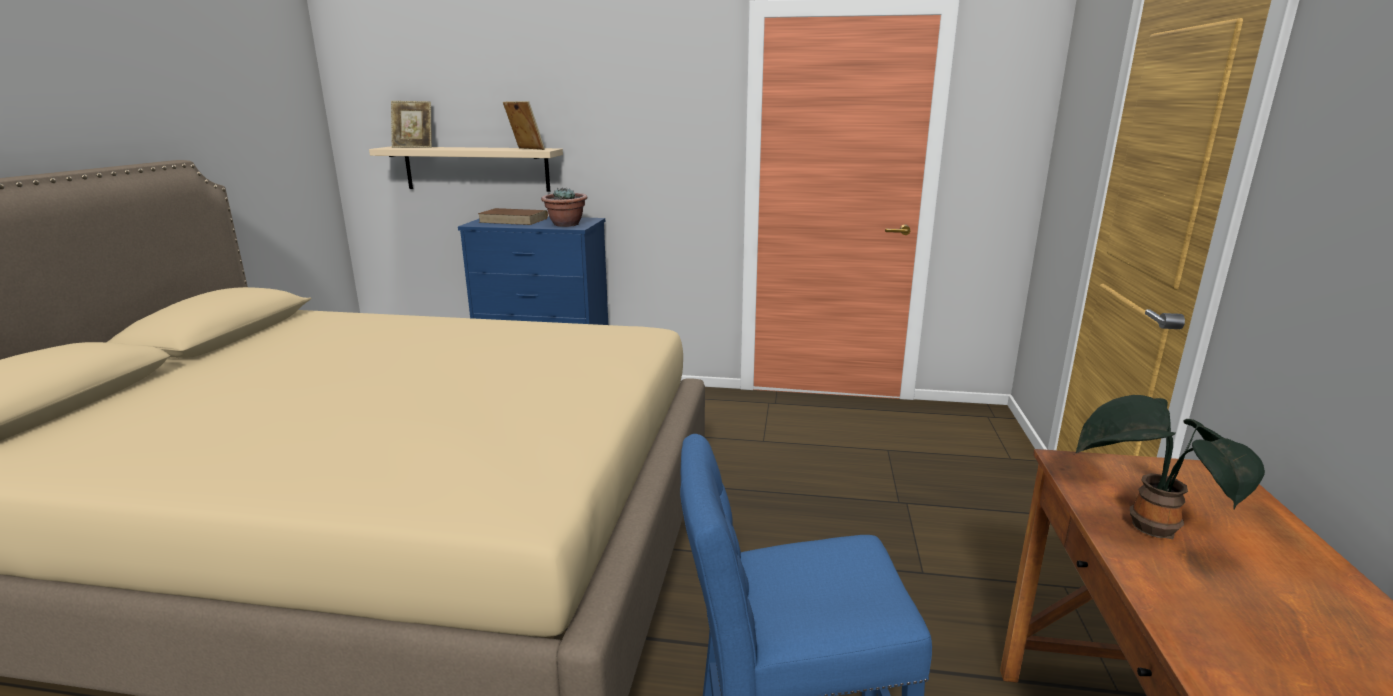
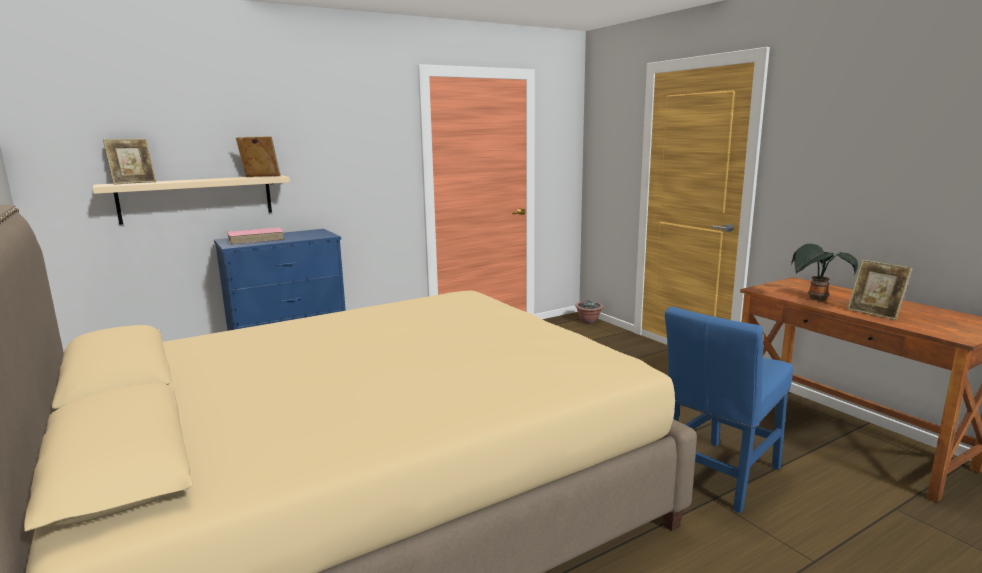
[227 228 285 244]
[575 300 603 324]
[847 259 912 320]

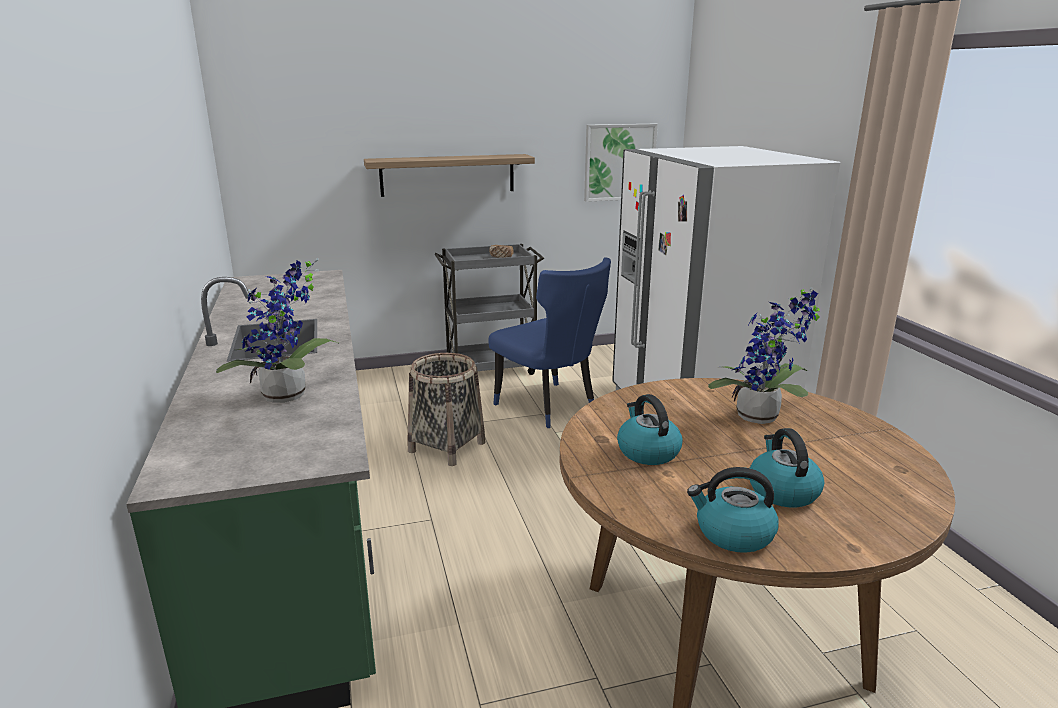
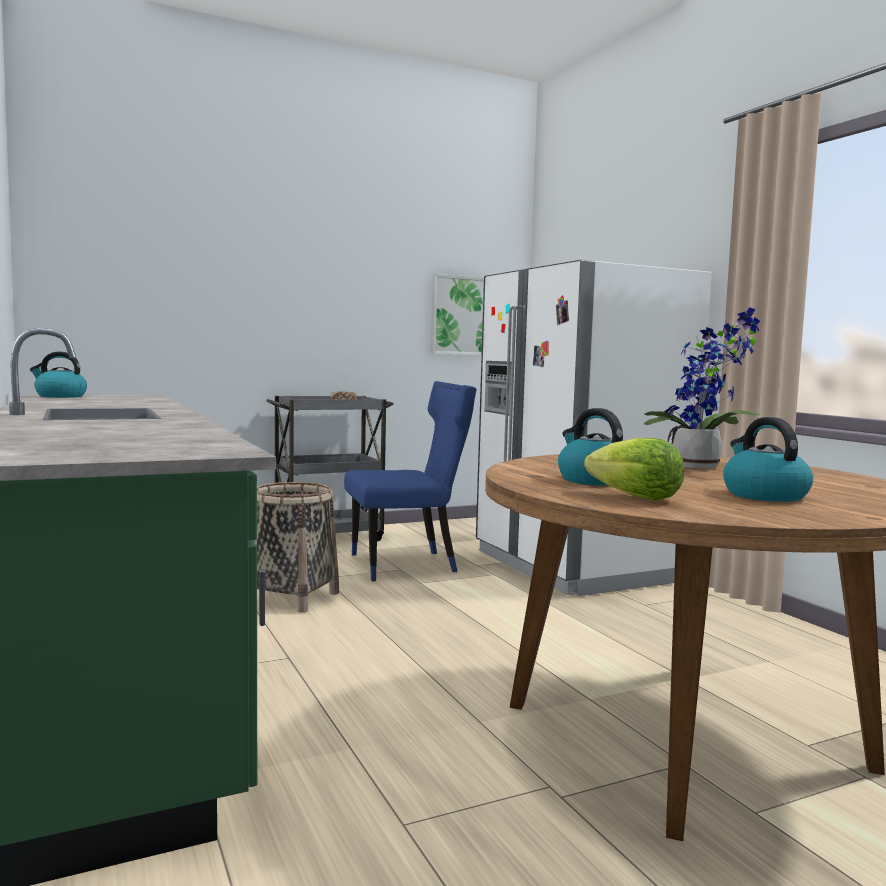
[30 352 87 398]
[344 381 477 581]
[584 438 684 501]
[216 258 340 403] (first image)
[364 154 535 197] (first image)

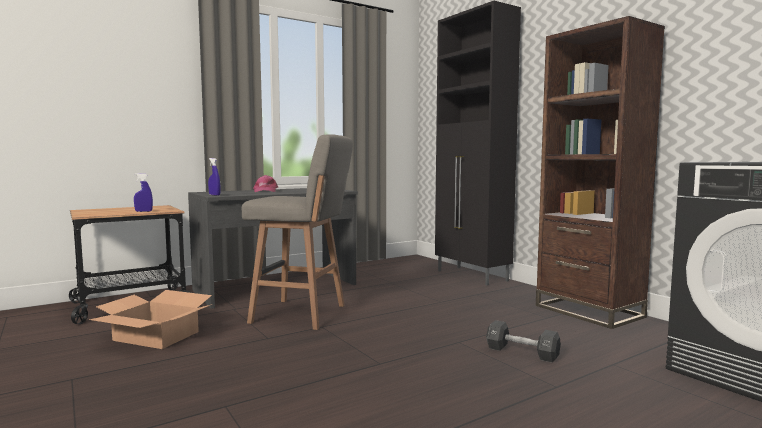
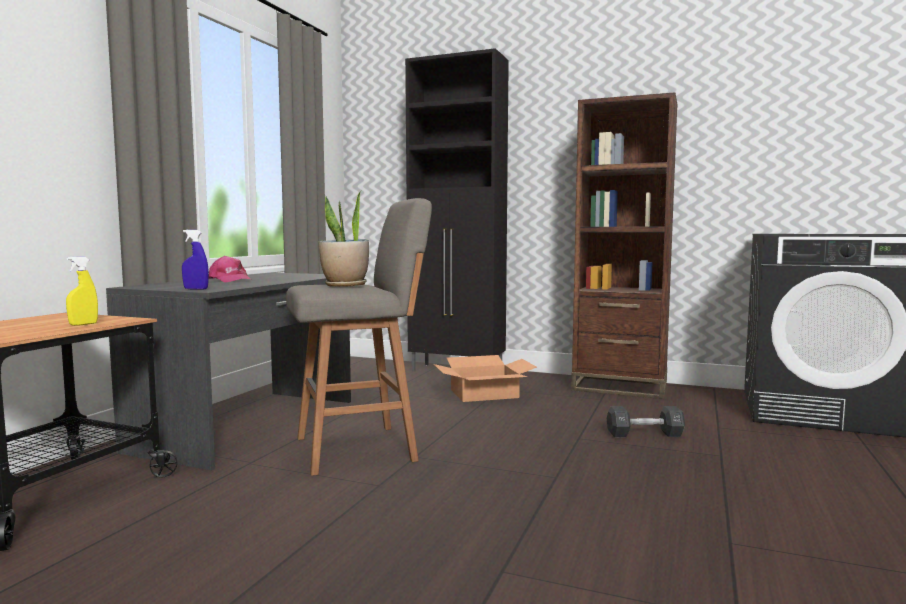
[66 257 98 326]
[318 190 369 287]
[434 355 537 402]

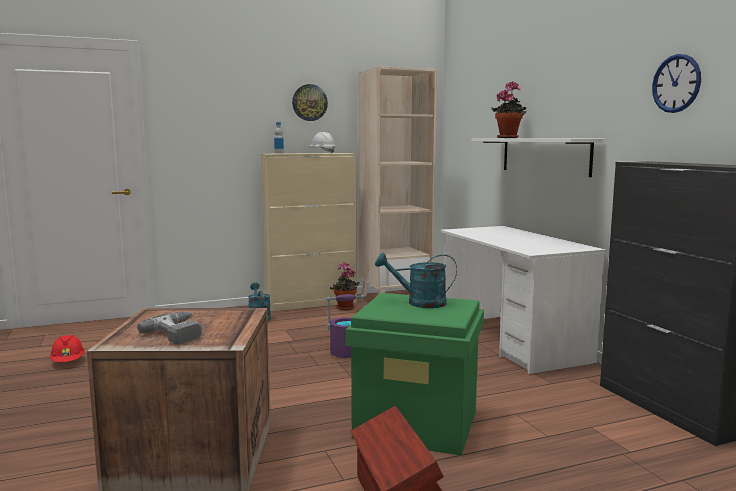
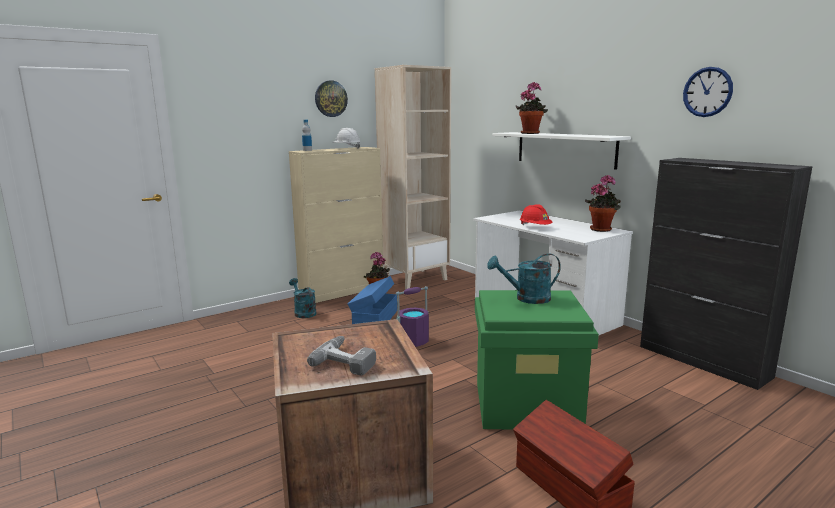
[348 276 397 324]
[520 204 553 225]
[585 175 621 232]

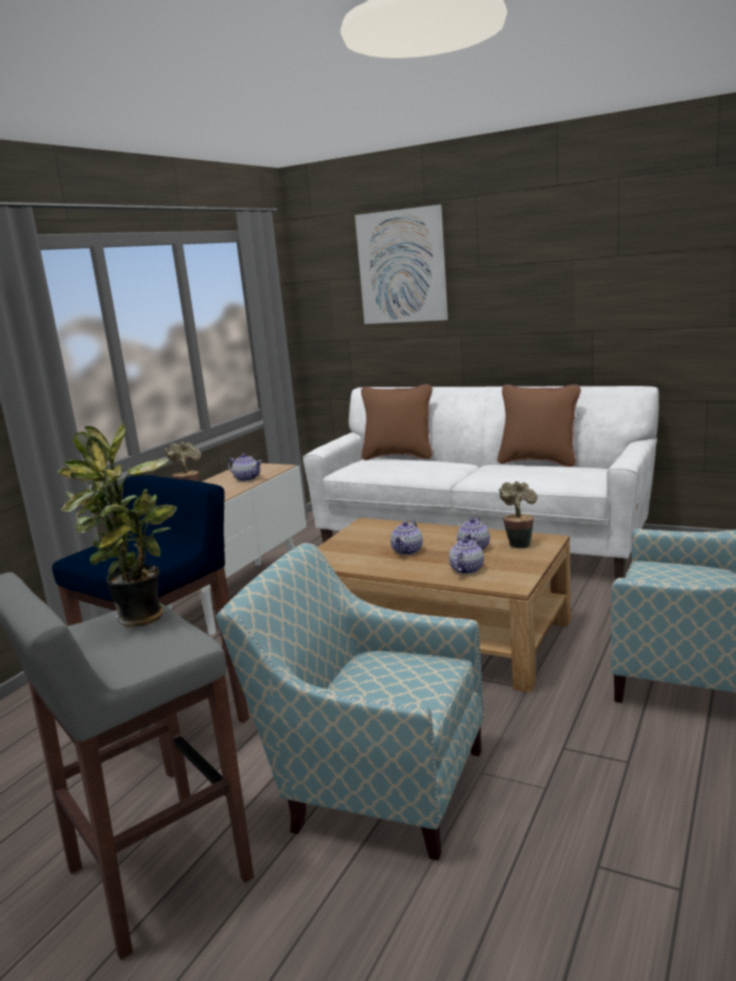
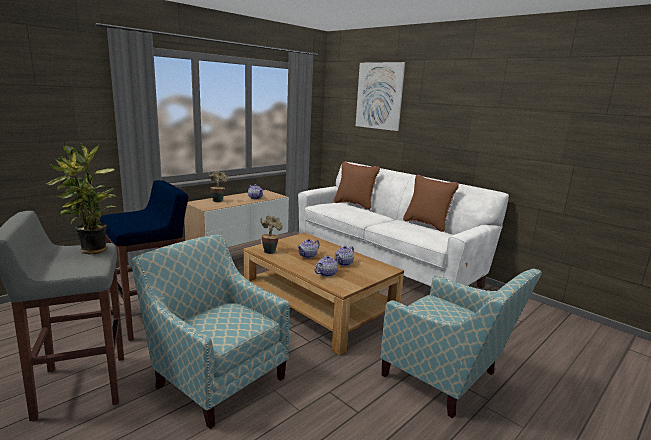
[260 215 283 254]

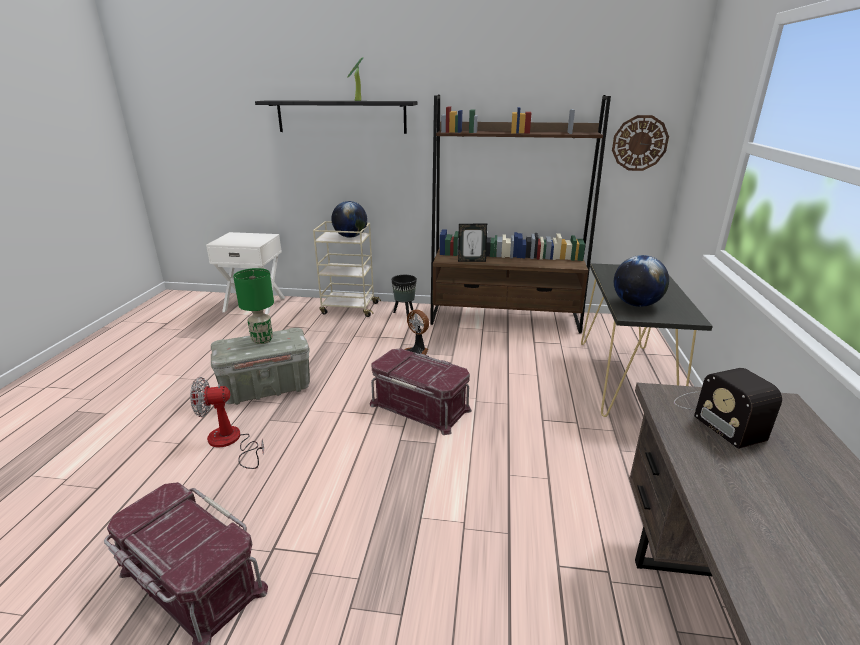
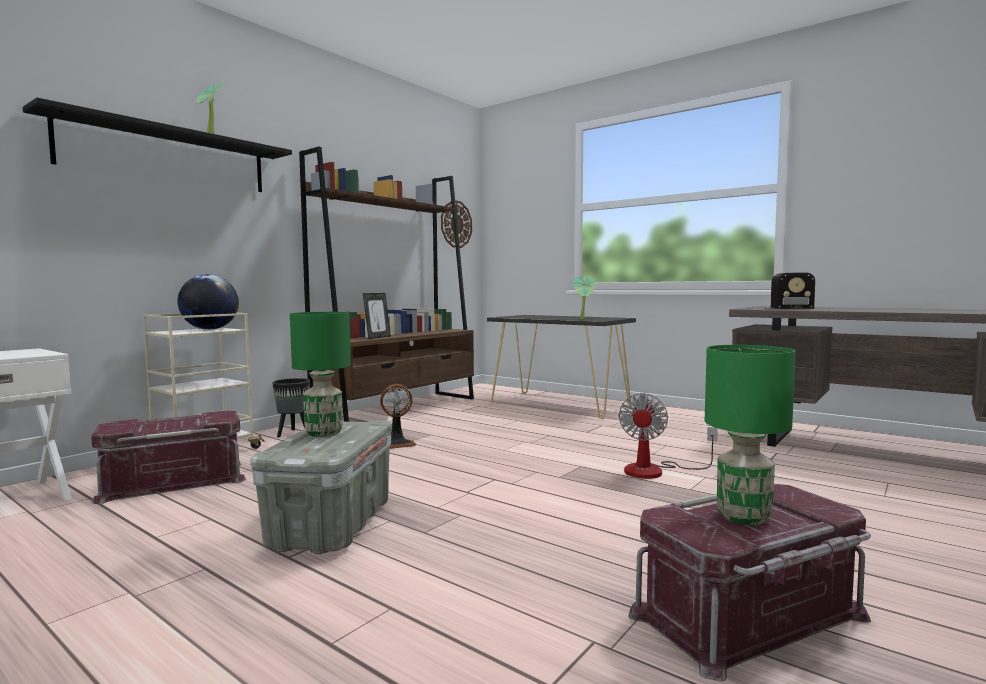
[91 410 246 504]
[573 277 595 319]
[618 393 718 479]
[705 345 796 525]

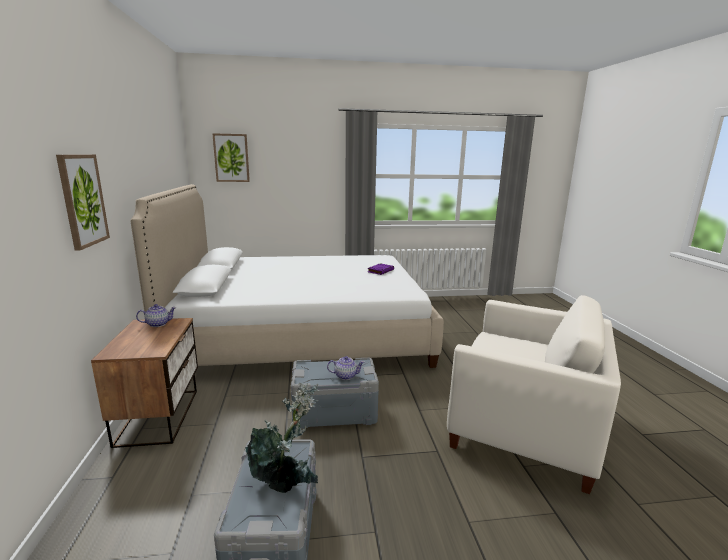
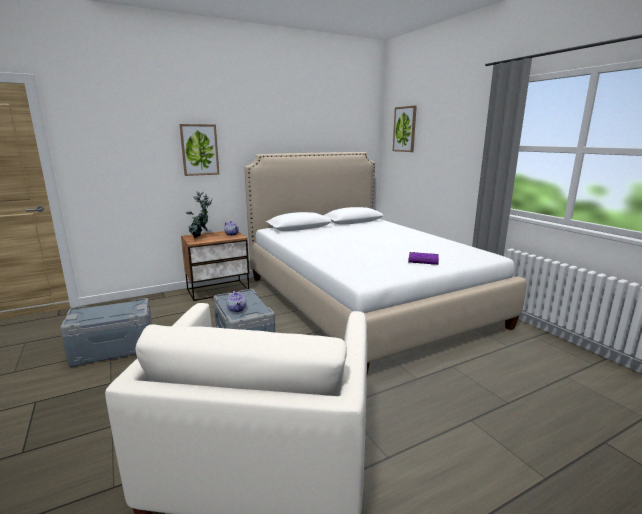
[186 191 213 238]

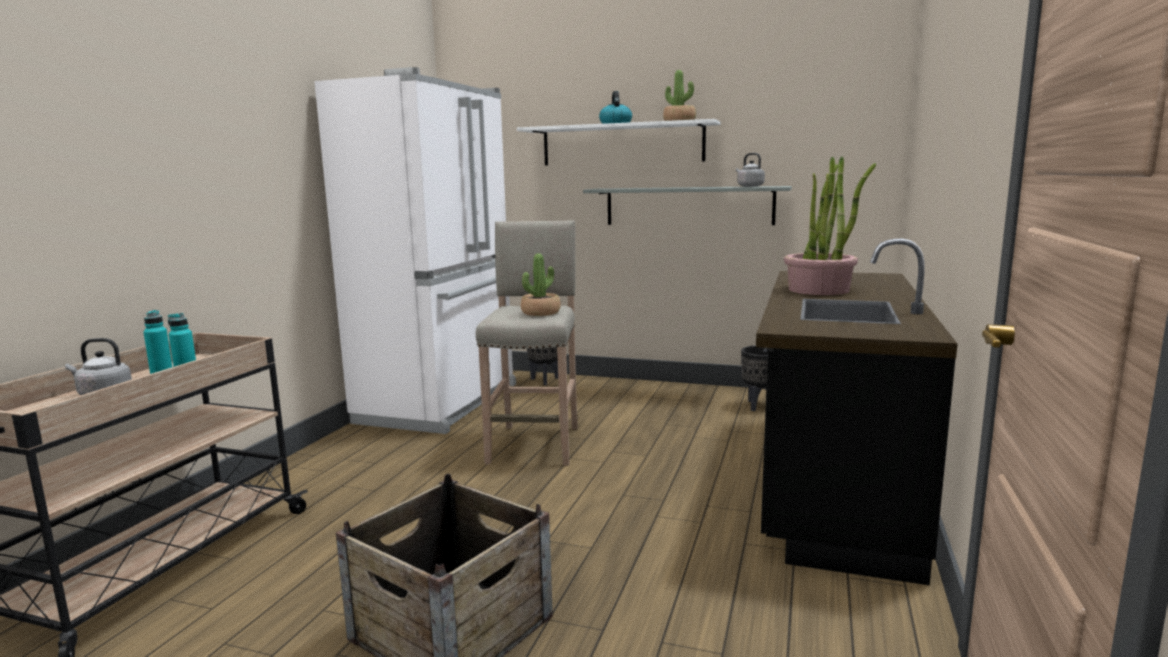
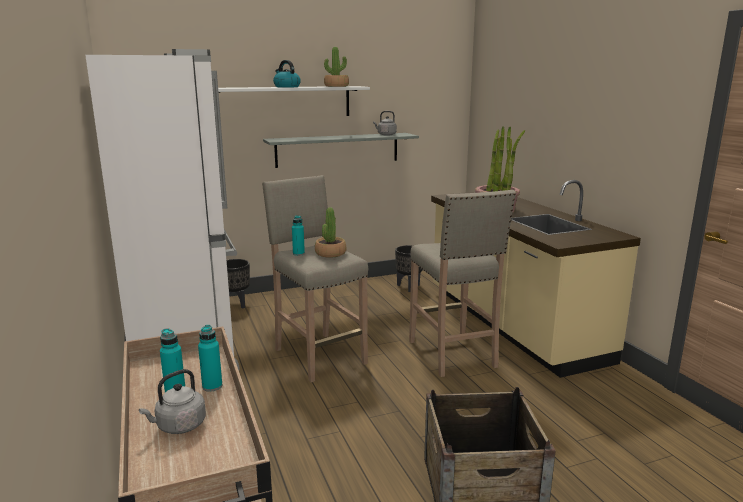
[292 215 305 256]
[409 190 516 377]
[431 180 641 378]

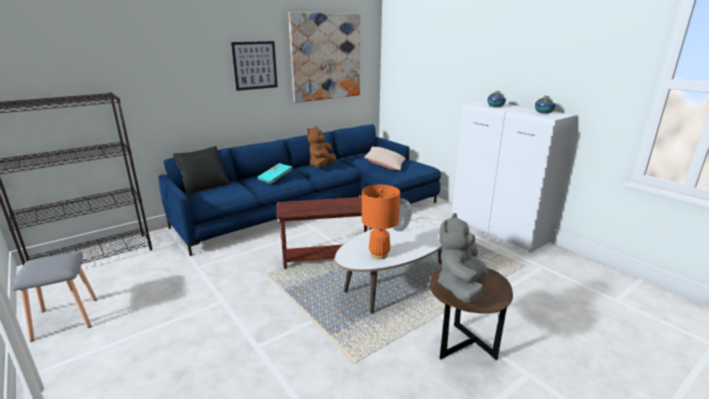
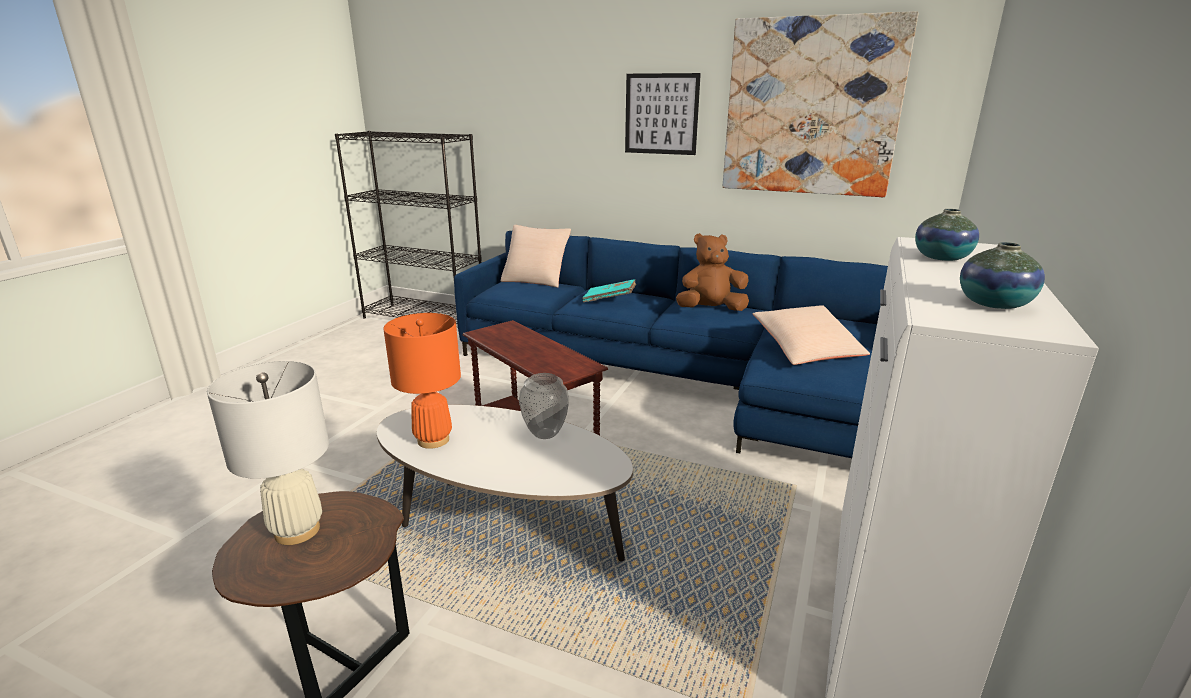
[207 361 329 545]
[501 225 571 288]
[12 252 97 342] (first image)

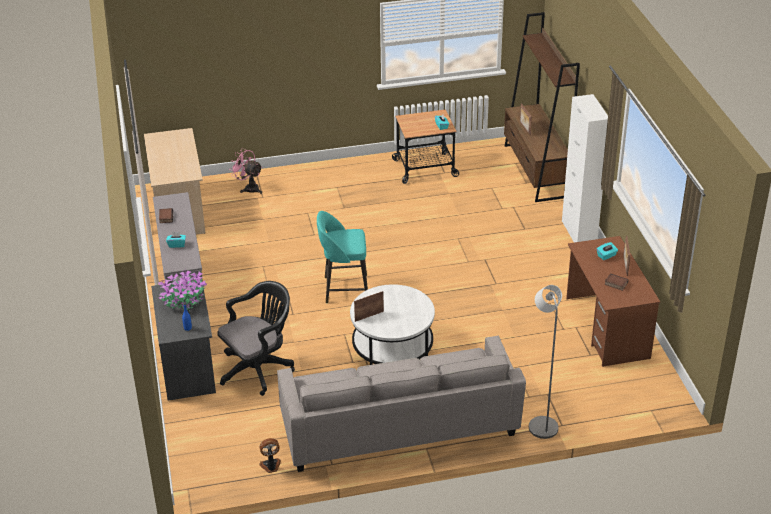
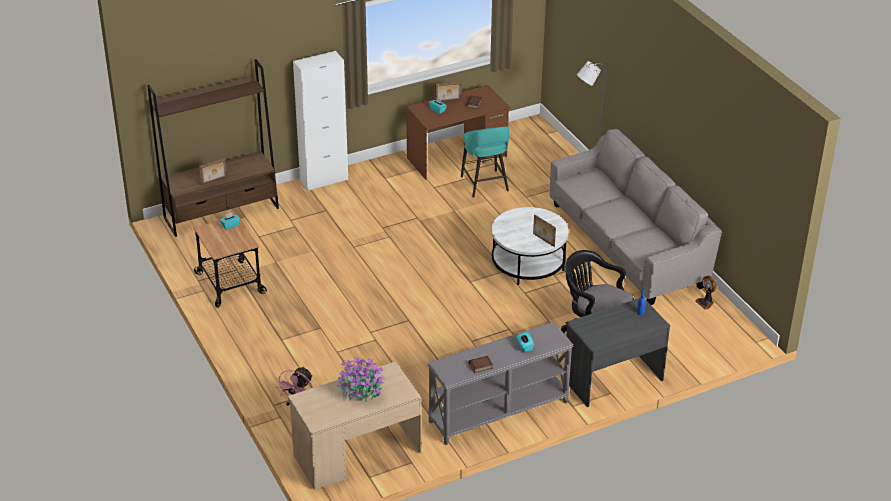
[337 355 386 402]
[461 126 509 198]

